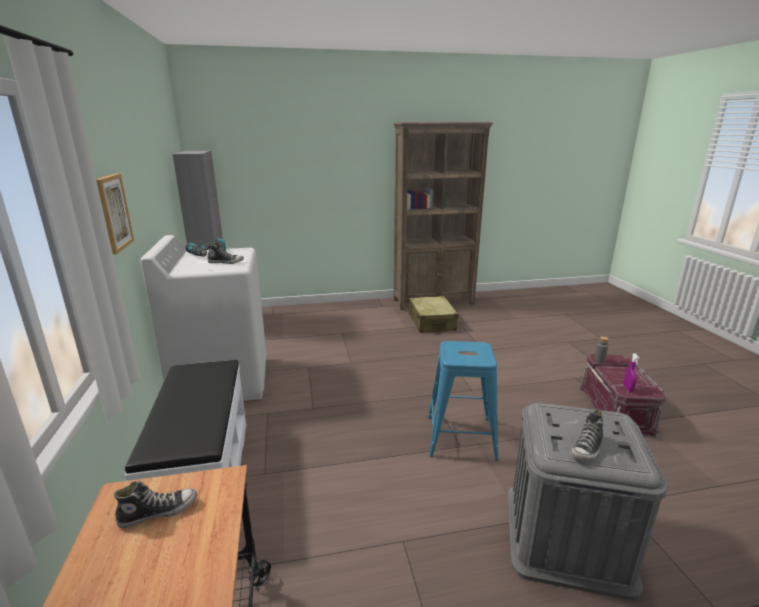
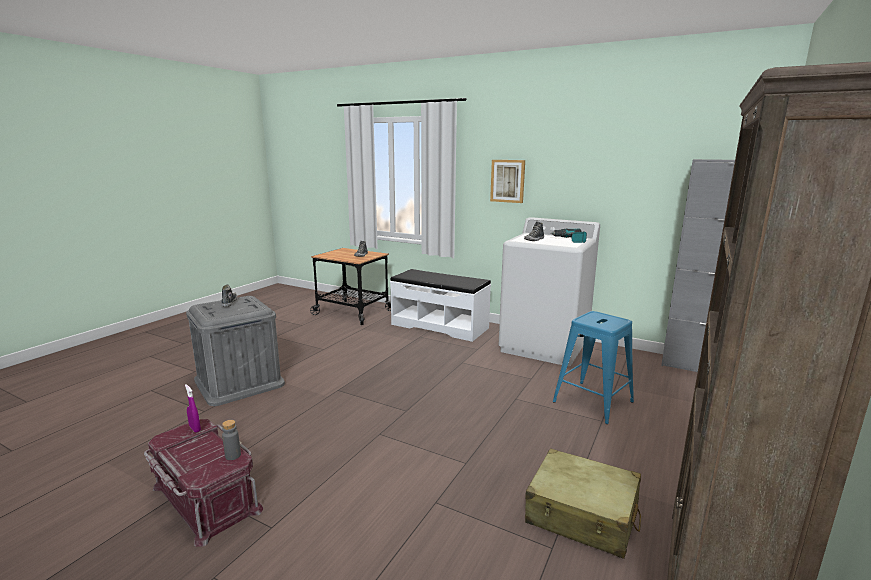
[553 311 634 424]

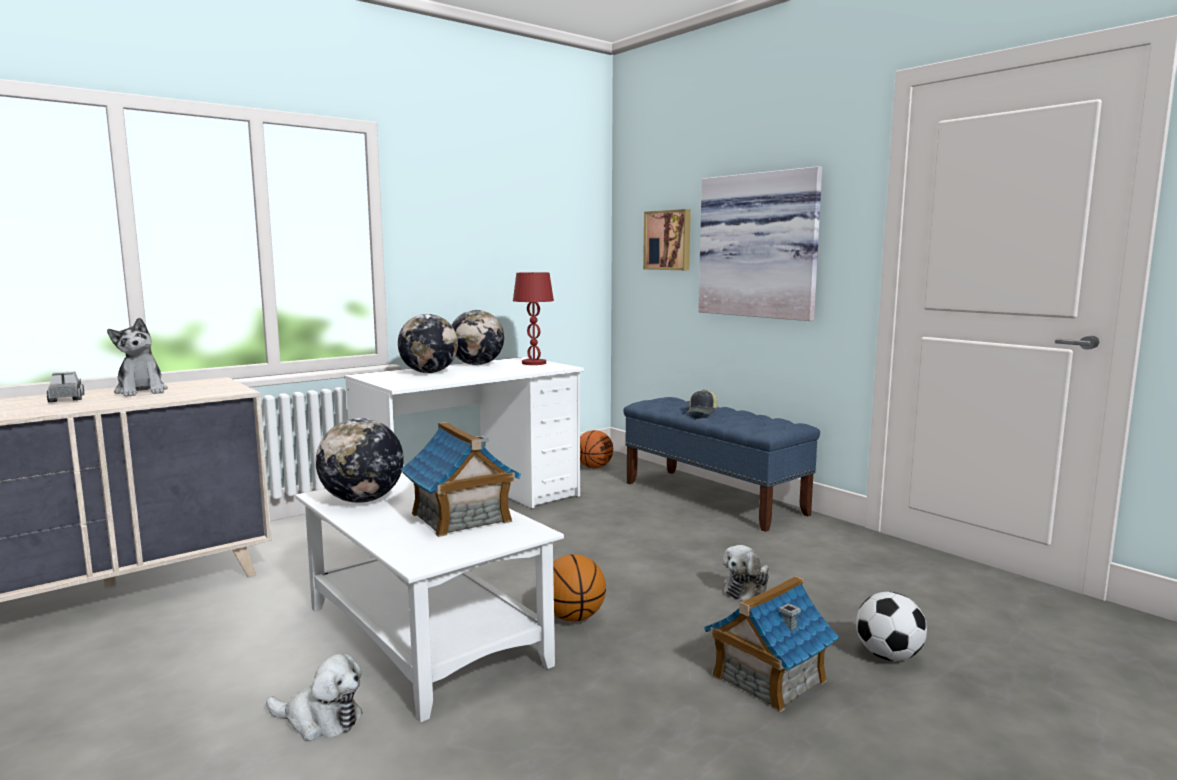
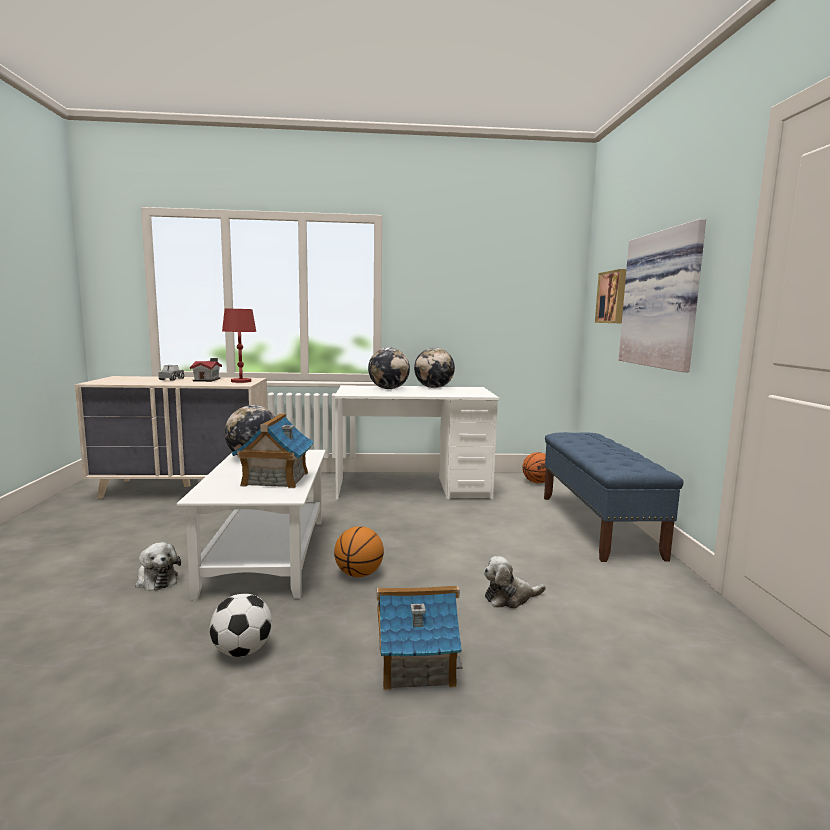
[190 358 222 382]
[210 594 272 657]
[222 308 256 383]
[687 389 718 414] (first image)

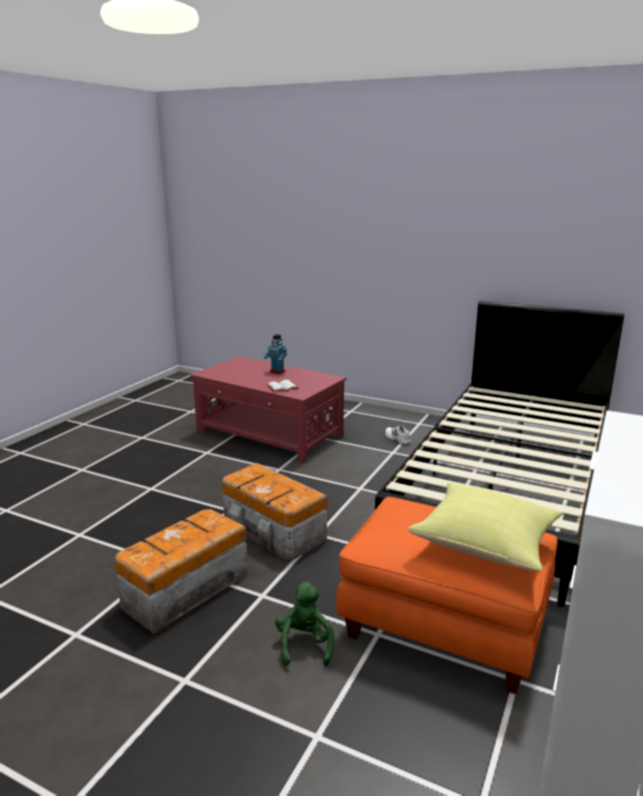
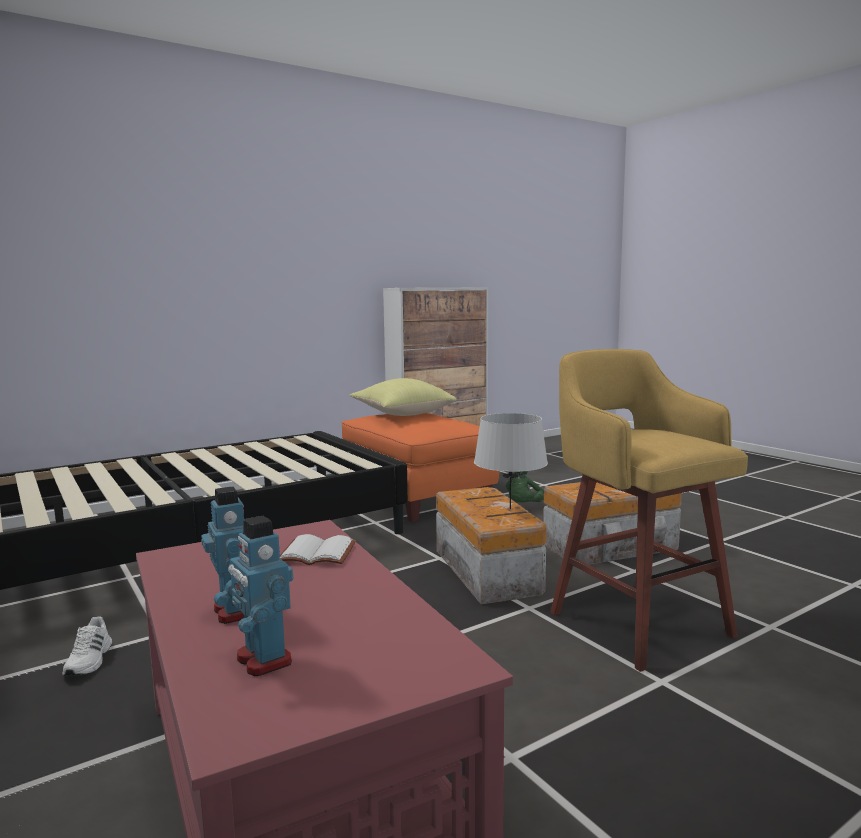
[214 516 293 676]
[474 413 548 509]
[550 349 748 672]

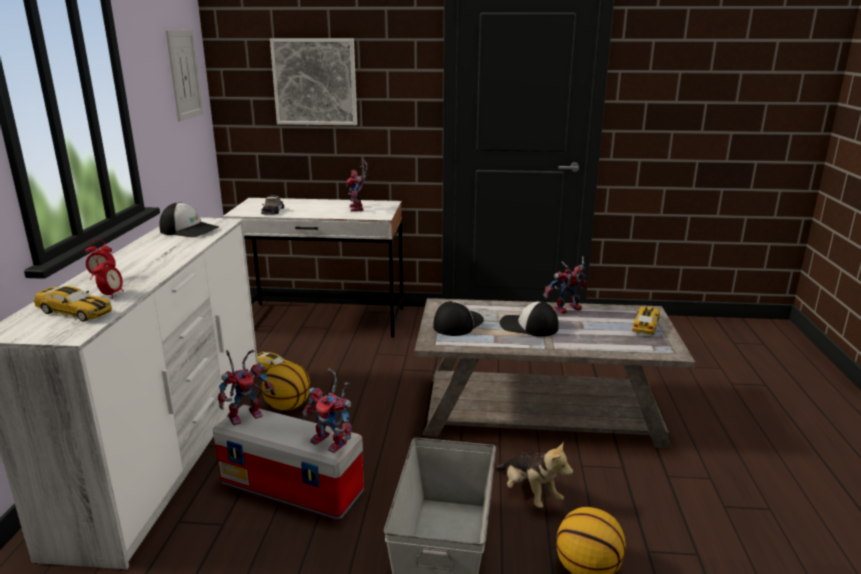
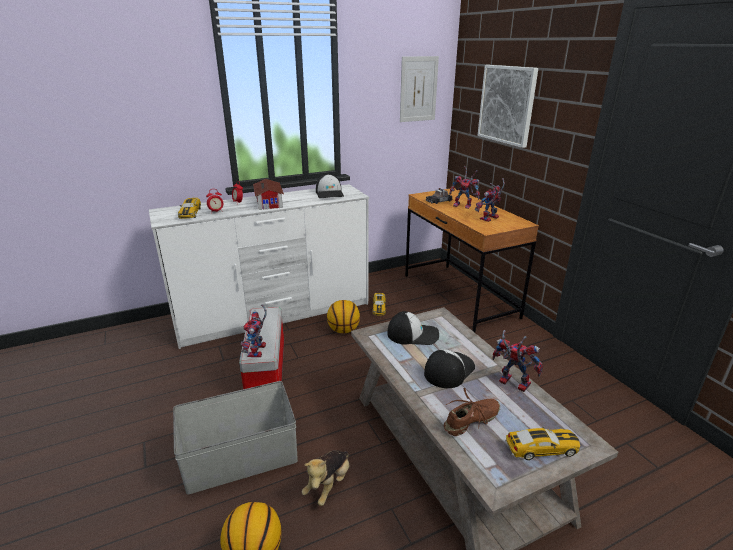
[253 179 284 210]
[405 188 539 332]
[424 349 475 388]
[444 388 500 436]
[449 166 480 209]

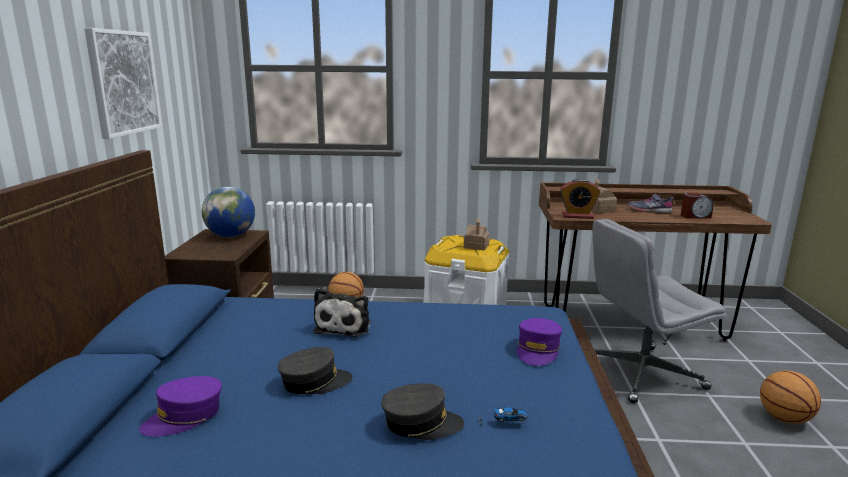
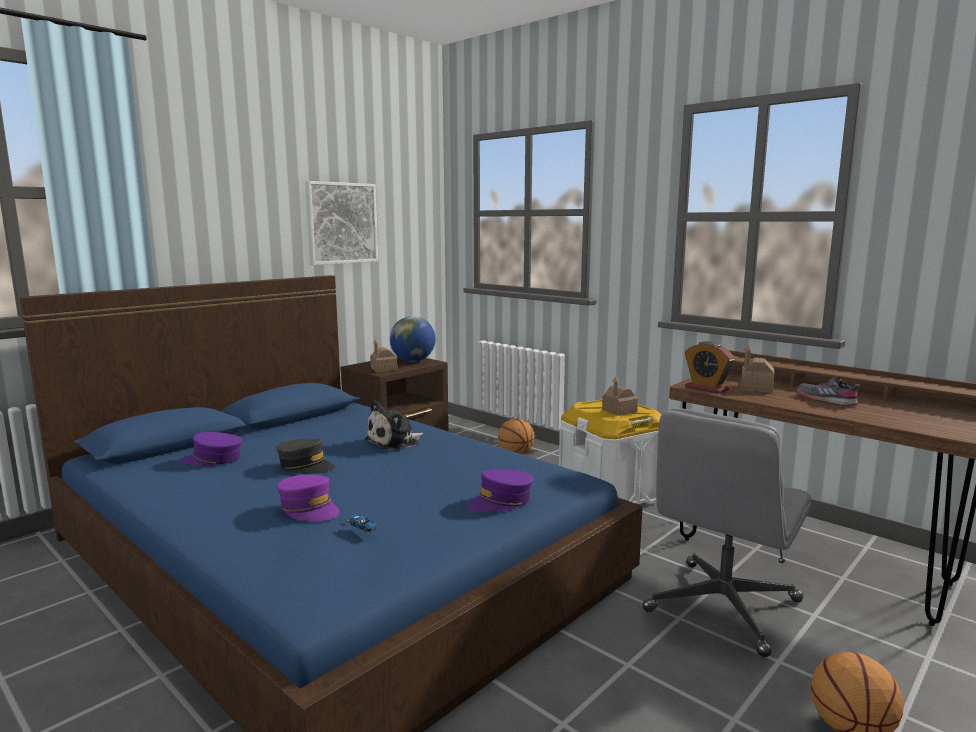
[277 475 339 521]
[370 340 398 372]
[642 408 811 657]
[681 193 713 219] (first image)

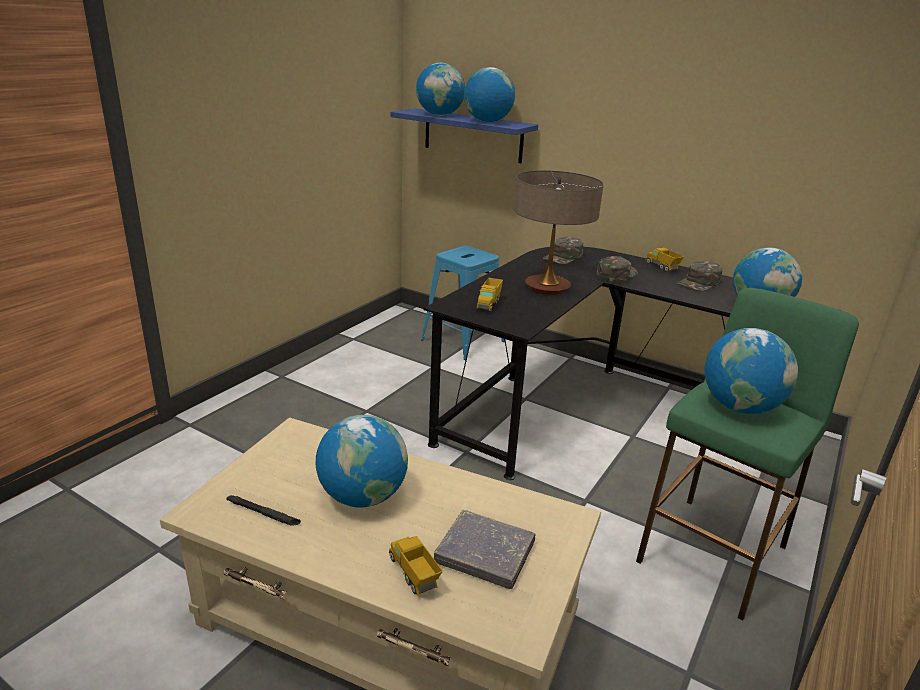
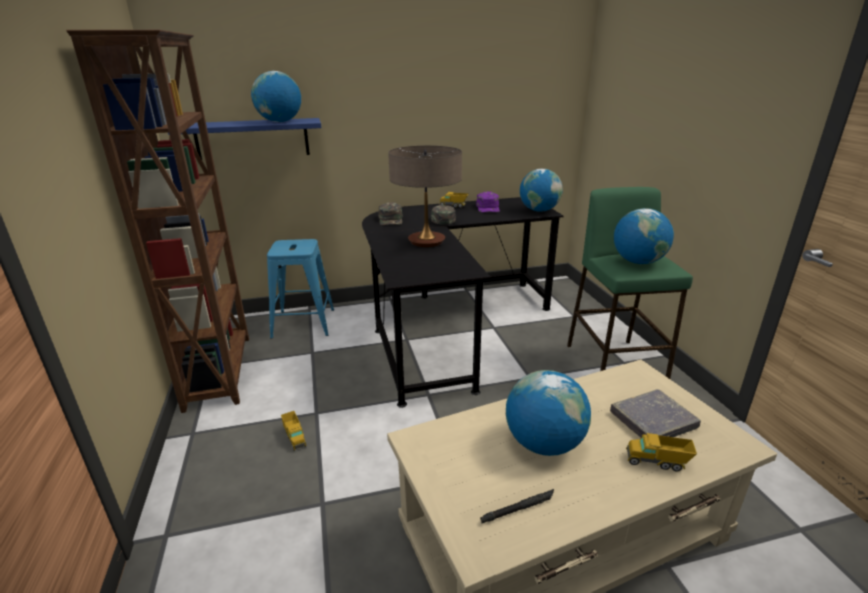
[66 30 249 413]
[281 411 306 451]
[476 192 500 212]
[416 63 465 116] (first image)

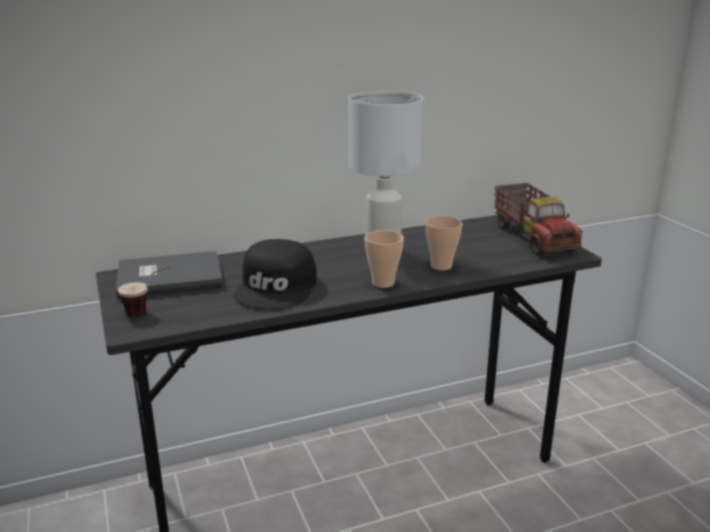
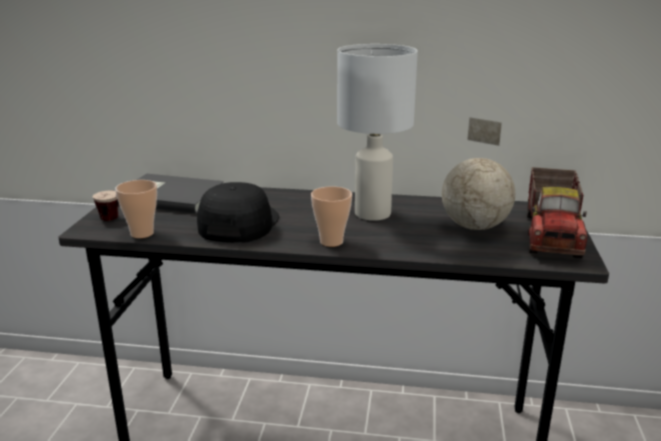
[115 180 157 238]
[197 182 279 243]
[442 117 515 230]

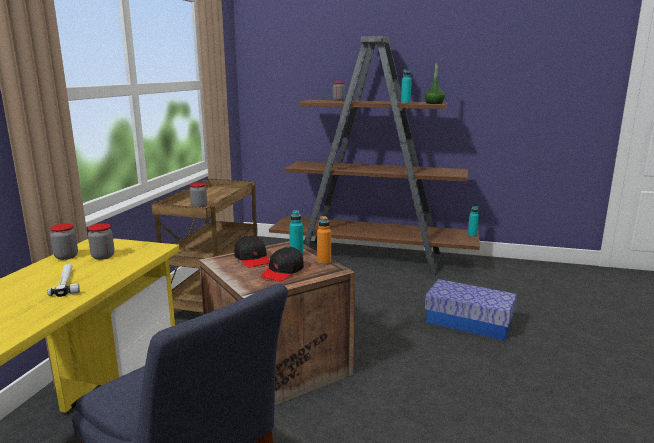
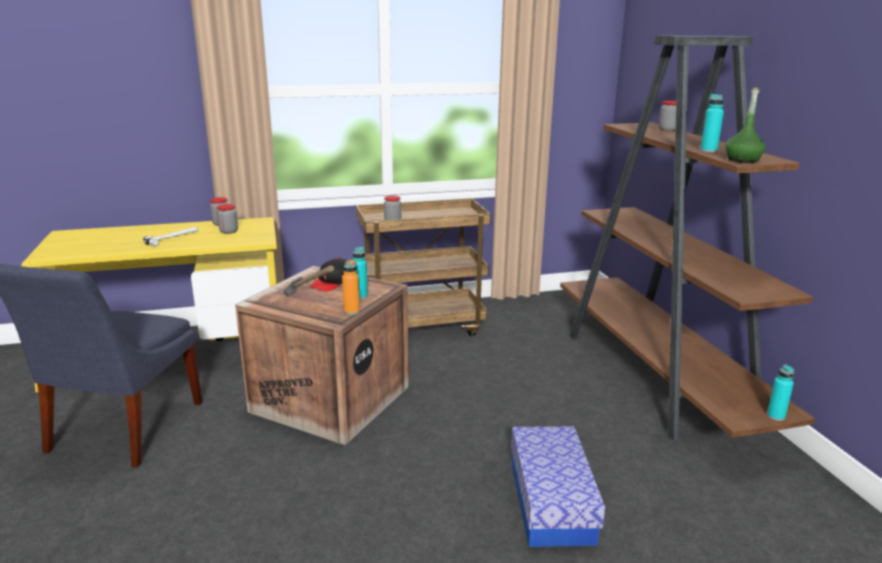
[283 265 334 296]

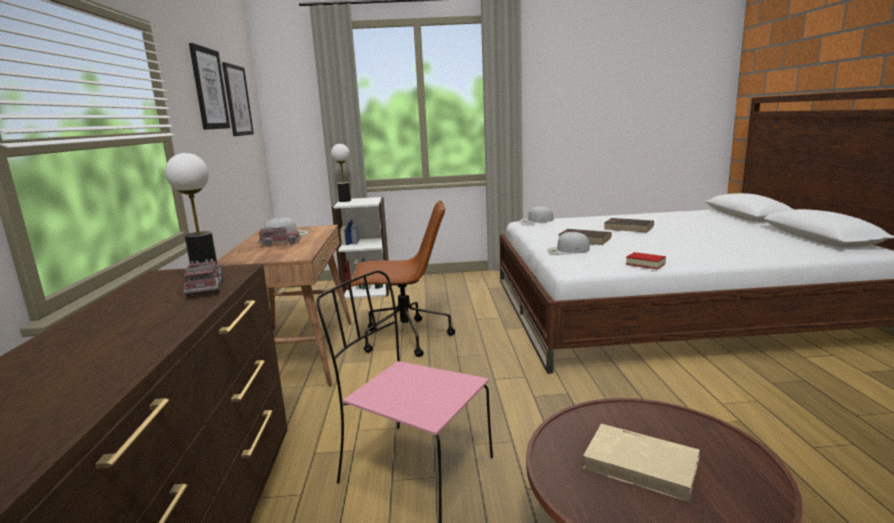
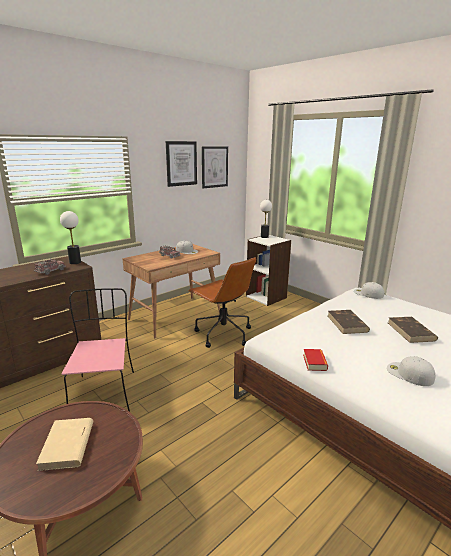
[387 356 435 386]

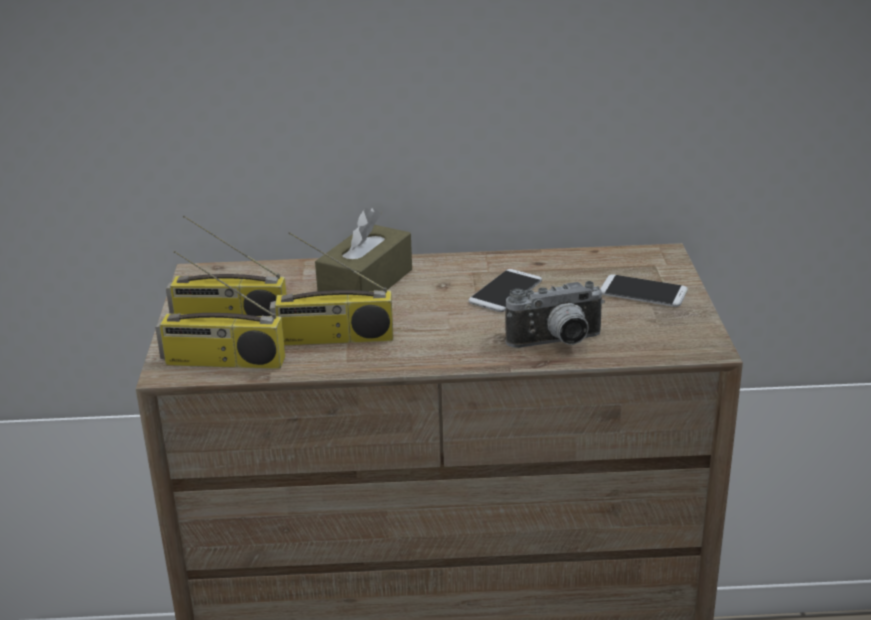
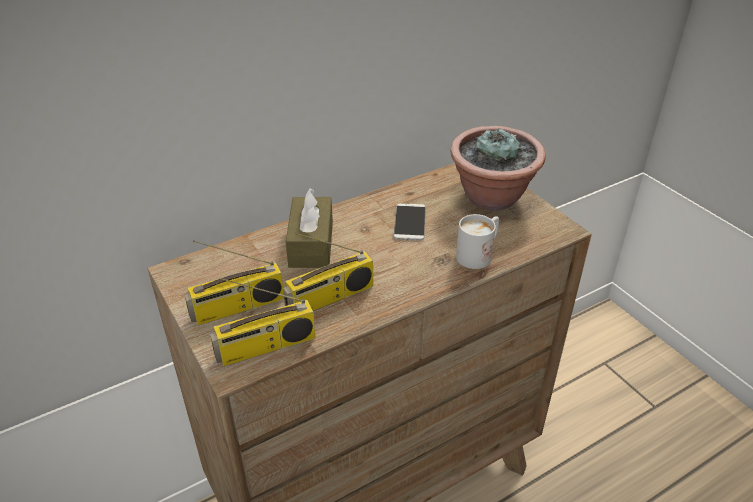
[451 126 546 211]
[456 214 499 269]

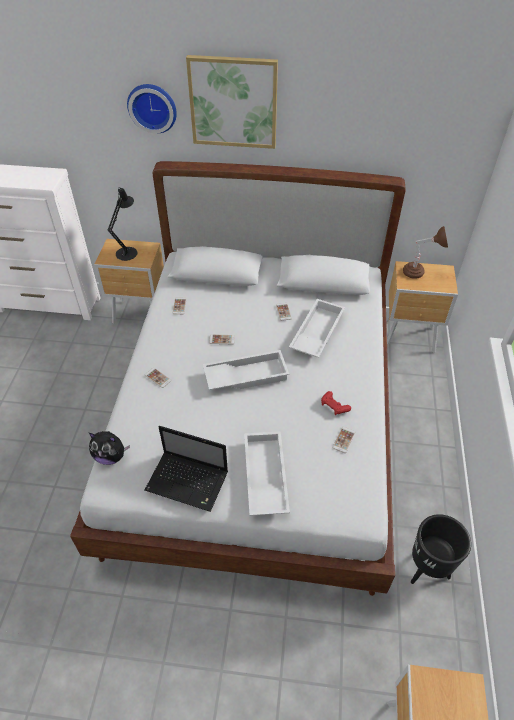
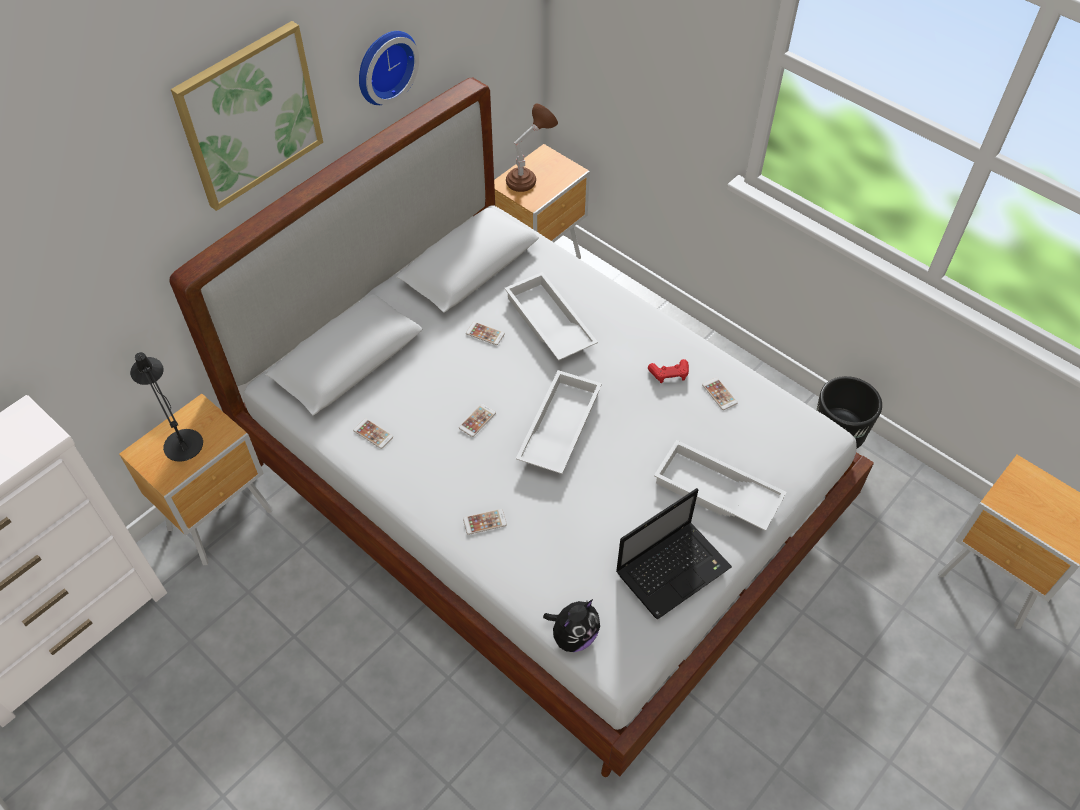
[359 31 419 105]

